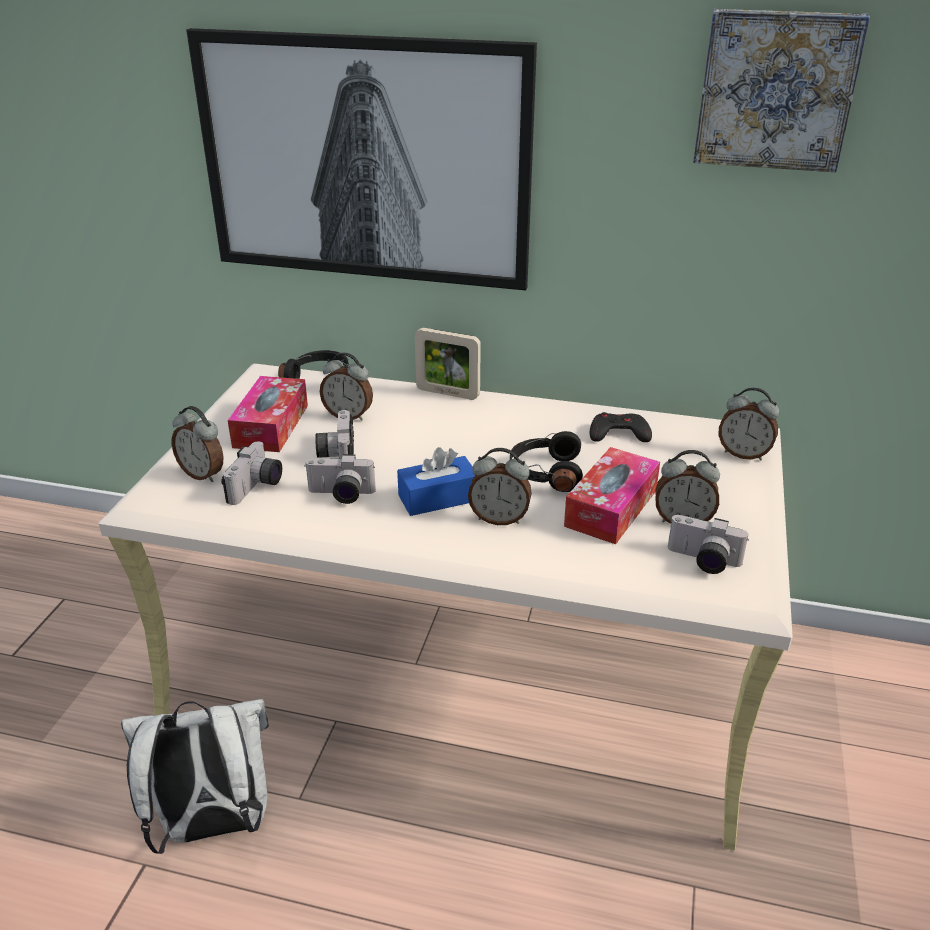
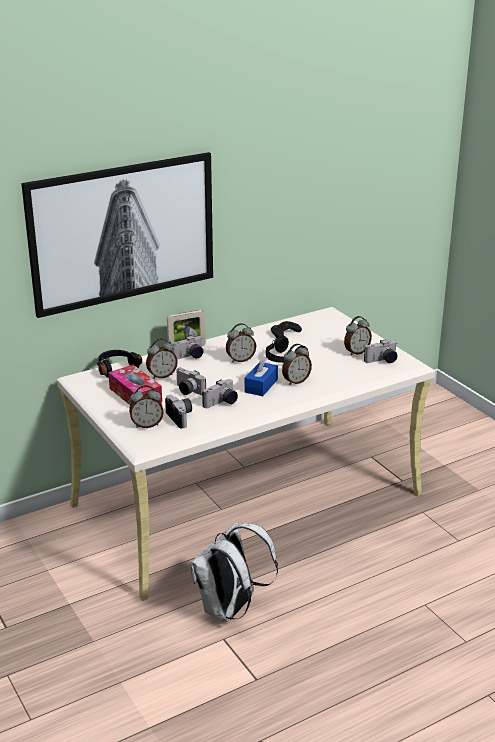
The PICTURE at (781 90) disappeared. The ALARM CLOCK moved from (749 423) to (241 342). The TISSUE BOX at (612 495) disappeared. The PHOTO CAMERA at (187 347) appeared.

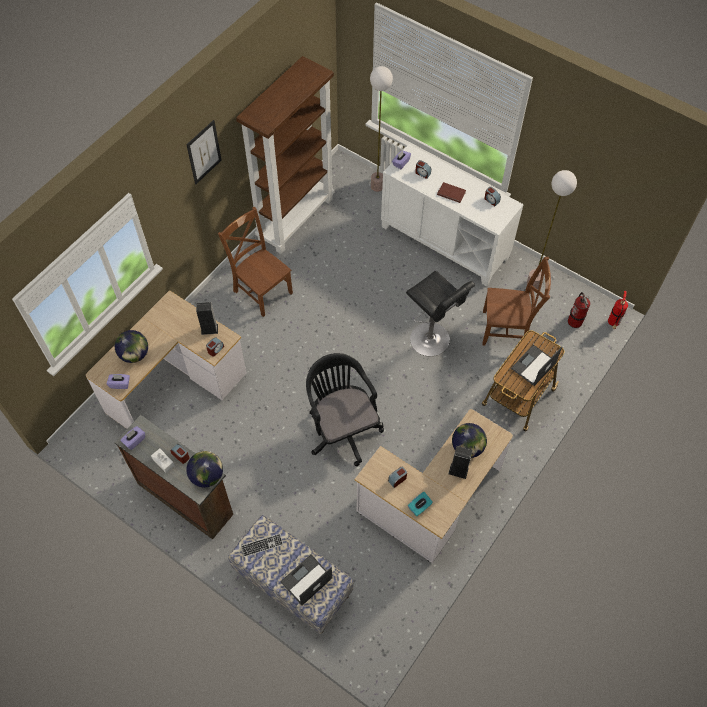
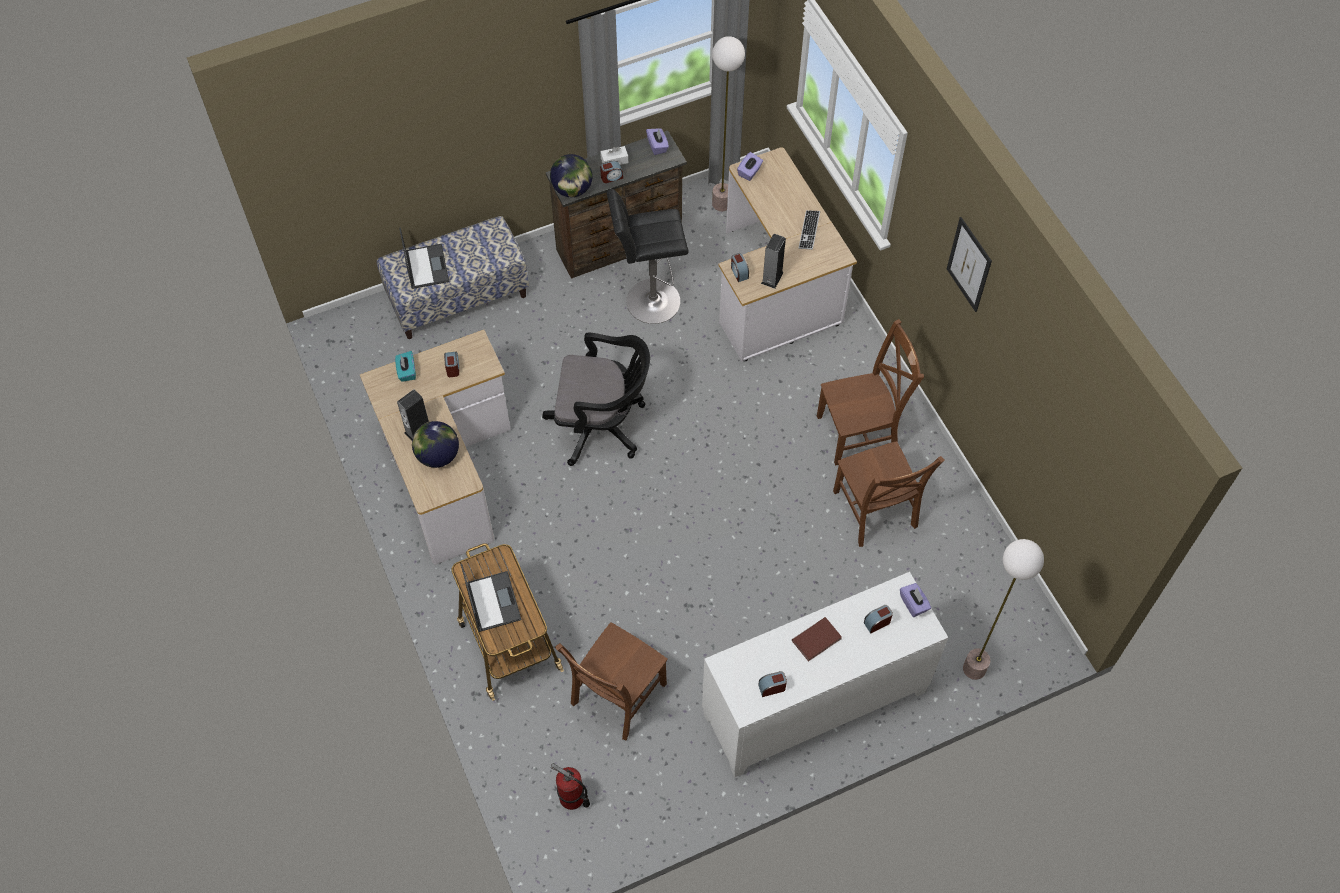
The BROWN BOOKCASE at (285 155) disappeared. The FLOOR LAMP moved from (552 229) to (728 123). The BLACK STOOL moved from (440 313) to (647 256). The FIRE EXTINGUISHER at (618 310) disappeared. The GLOBE at (131 346) disappeared. The KEYBOARD moved from (262 545) to (809 230). The BROWN CHAIR at (889 494) appeared.

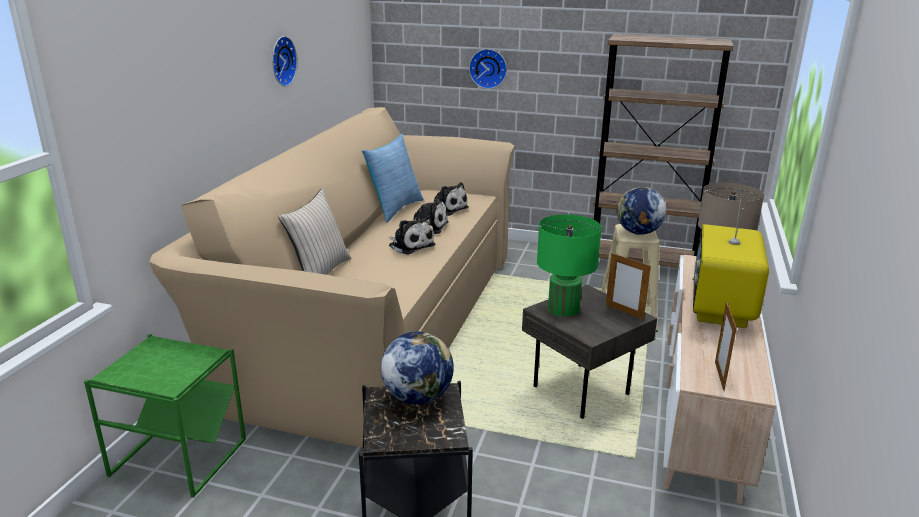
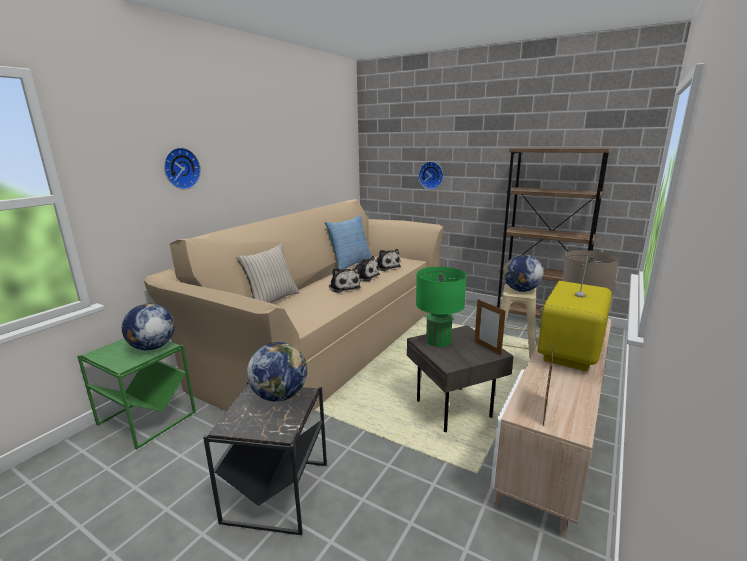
The WALL CLOCK moved from (284 61) to (182 168). The GLOBE at (148 327) appeared.

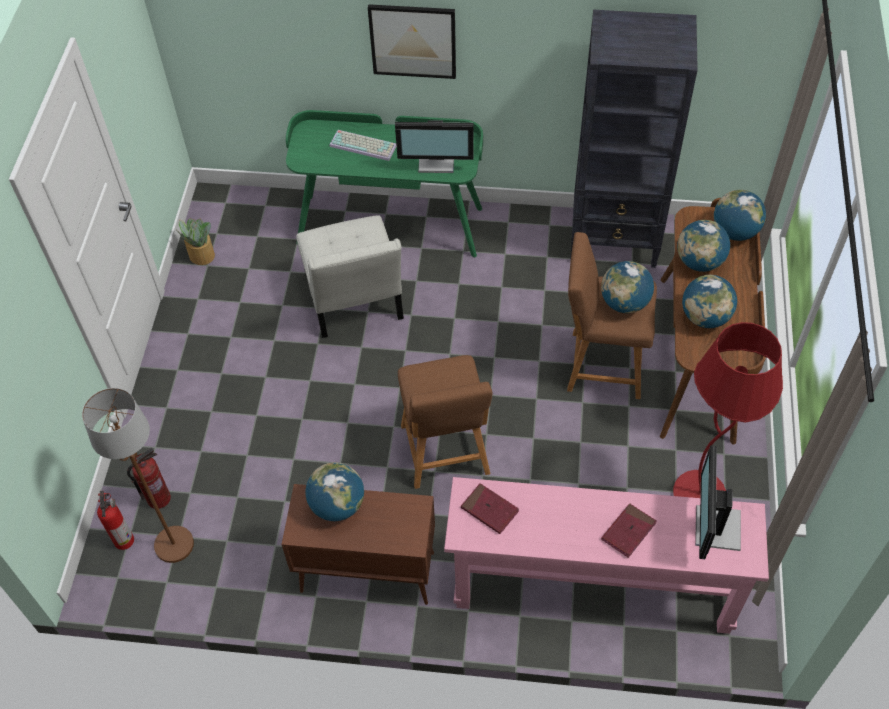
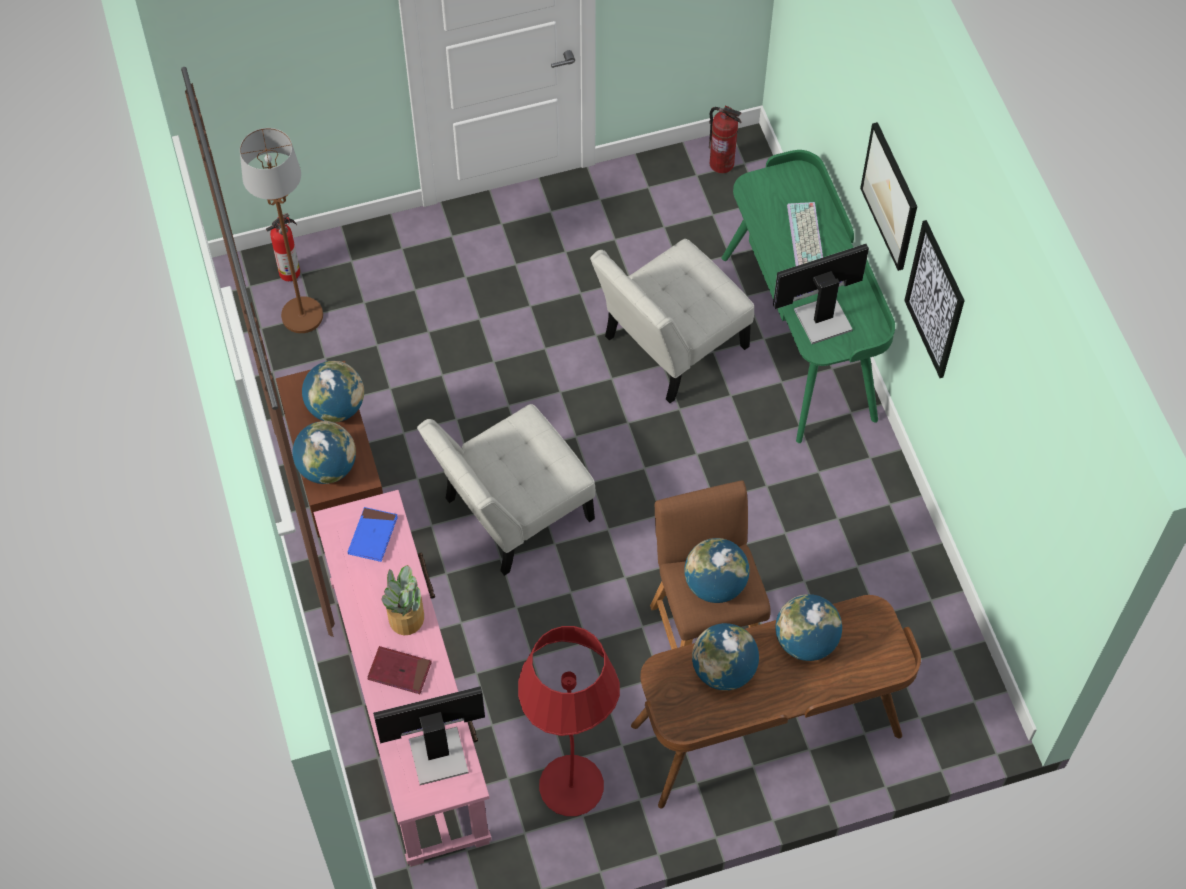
The BLACK BOOKCASE at (634 139) disappeared. The MONITOR at (434 146) turned 90 degrees clockwise. The GLOBE moved from (740 215) to (324 452). The POTTED PLANT moved from (195 241) to (402 600). The BROWN STOOL at (445 422) was replaced by the WHITE CHAIR at (506 490). The FIRE EXTINGUISHER moved from (149 478) to (725 139). The RED BOOK at (490 508) became the BLUE BOOK at (373 534). The PICTURE at (934 299) appeared.

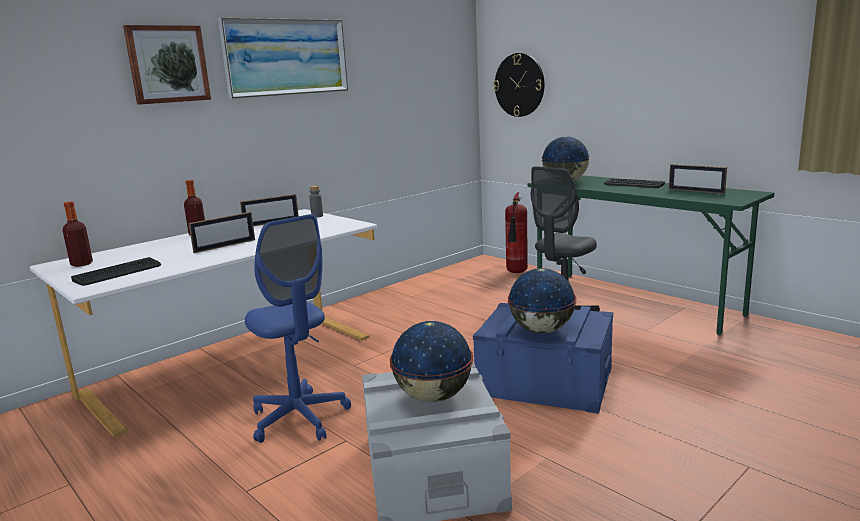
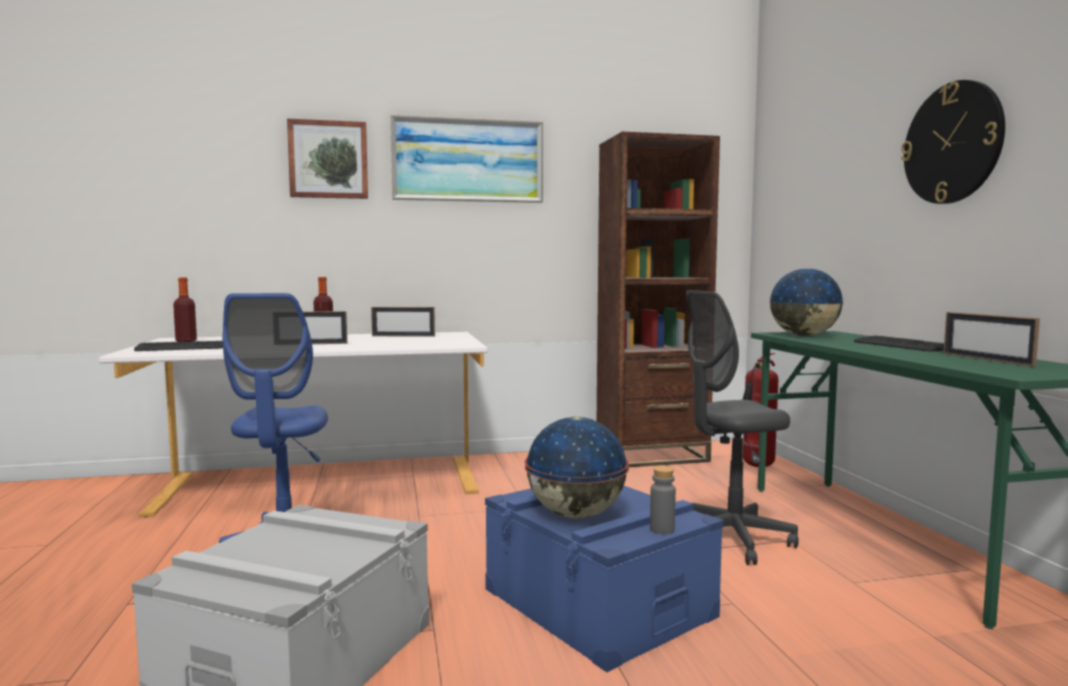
The WALL CLOCK moved from (519 85) to (953 142). The GREY BOTTLE moved from (316 201) to (663 500). The GLOBE at (431 361) disappeared. The BROWN BOOKCASE at (658 299) appeared.

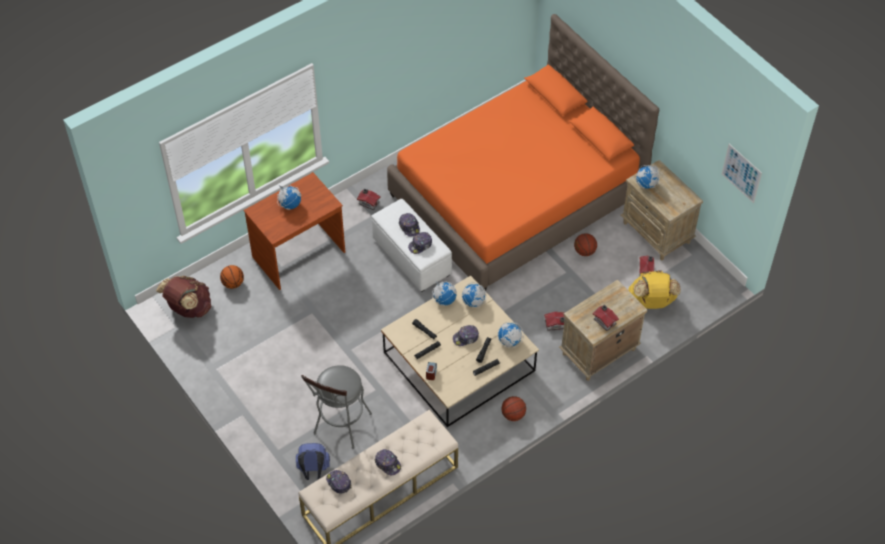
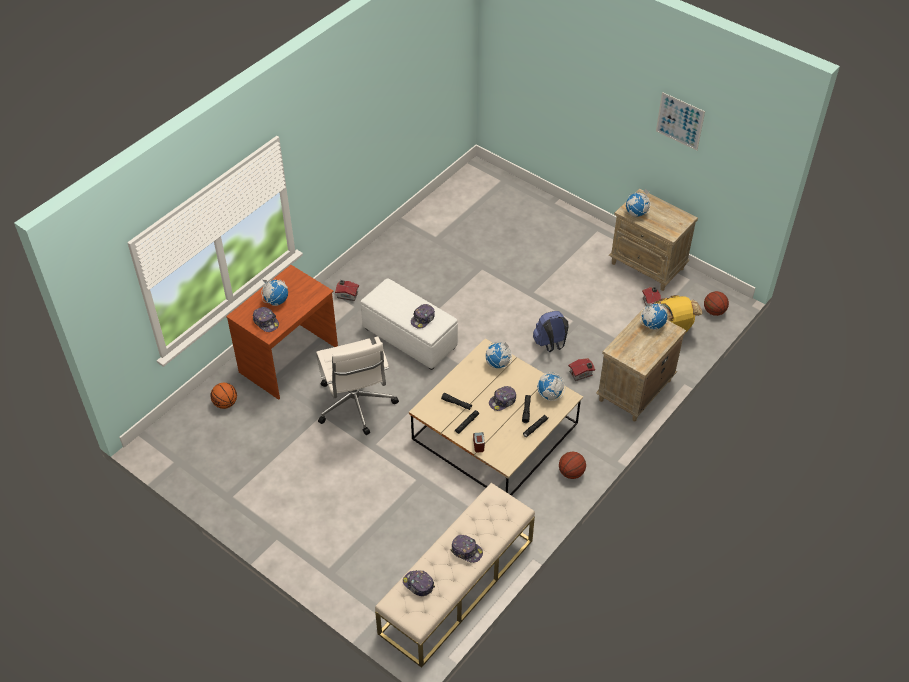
The ORANGE BED at (523 152) disappeared. The PICTURE moved from (742 173) to (680 121). The CAP moved from (409 225) to (266 319). The BASKETBALL moved from (585 244) to (716 303). The BROWN BACKPACK at (183 297) disappeared. The GLOBE moved from (444 293) to (654 316). The TOY HOUSE at (606 318) disappeared. The GREY STOOL at (336 407) disappeared. The BLUE BACKPACK moved from (313 461) to (551 331). The WHITE OFFICE CHAIR at (357 386) appeared.

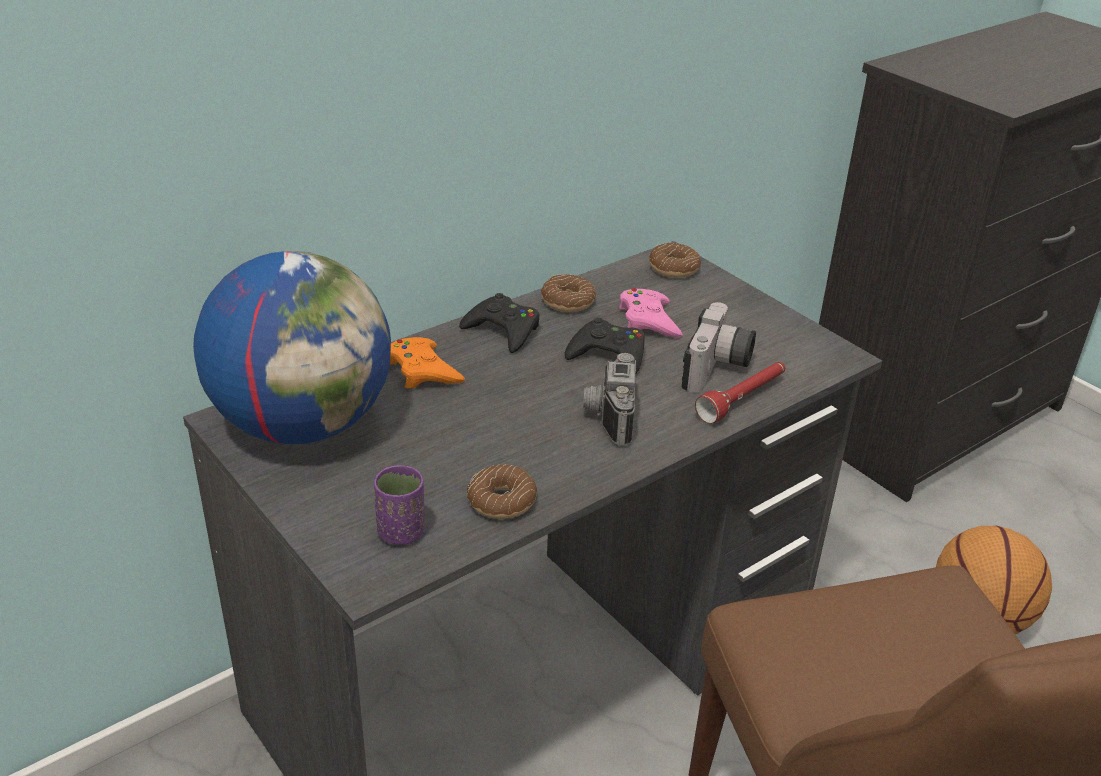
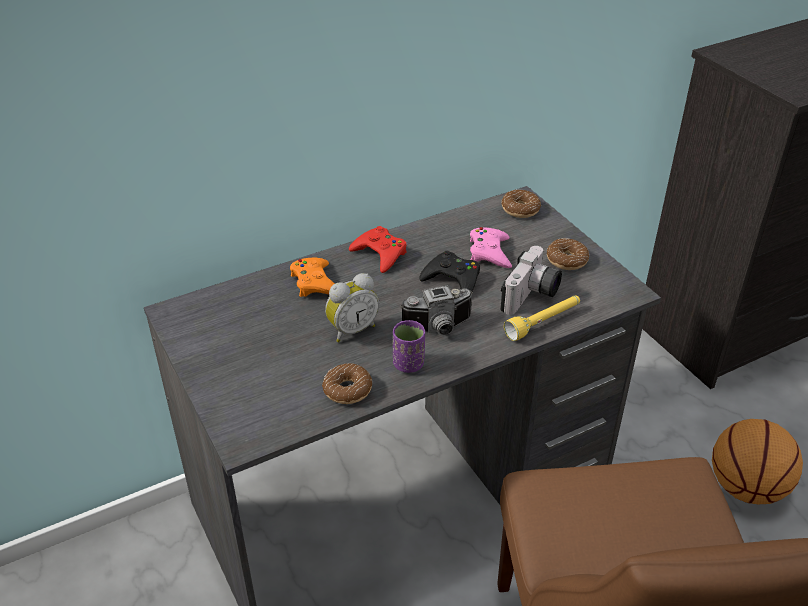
The GLOBE at (292 347) disappeared. The DONUT moved from (568 293) to (568 254). The BLACK GAME CONTROLLER at (499 323) became the RED GAME CONTROLLER at (378 249). The PHOTO CAMERA at (609 399) turned 120 degrees counterclockwise. The RED FLASHLIGHT at (740 393) became the YELLOW FLASHLIGHT at (542 318). The PURPLE CUP moved from (399 505) to (409 346). The ALARM CLOCK at (352 307) appeared.

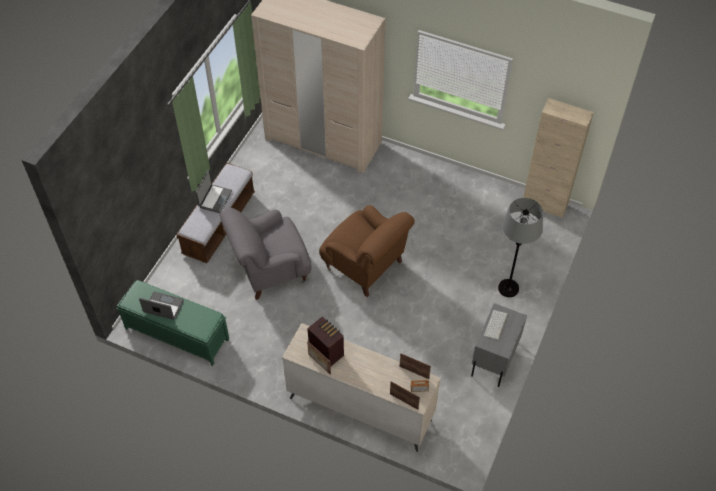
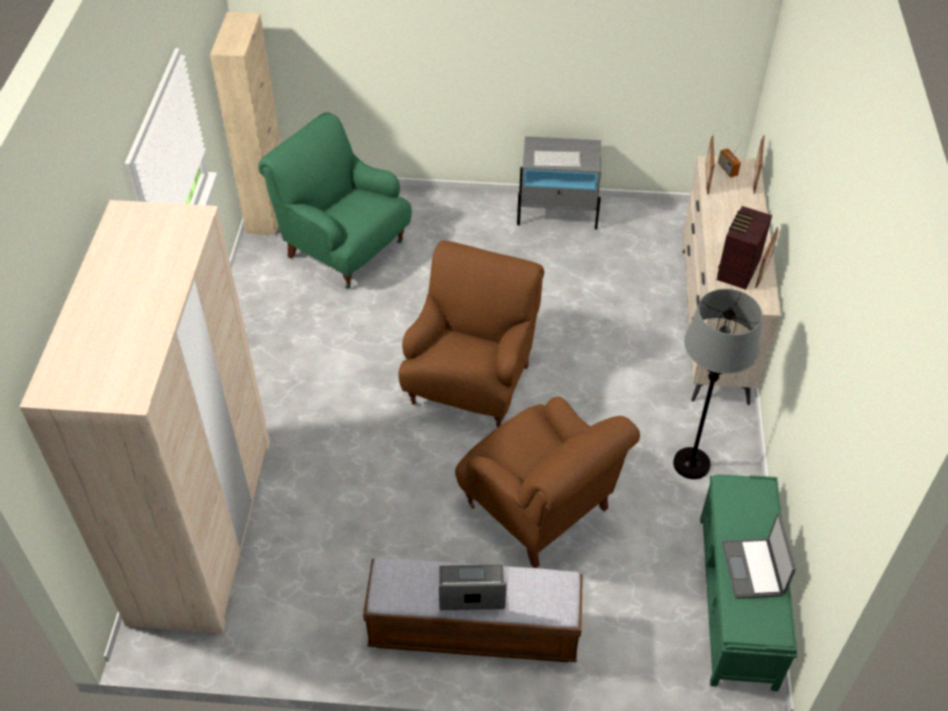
The GREY FLOOR LAMP moved from (520 247) to (717 384). The GREY ARMCHAIR at (266 254) became the BROWN ARMCHAIR at (547 482). The GREEN ARMCHAIR at (335 200) appeared.

